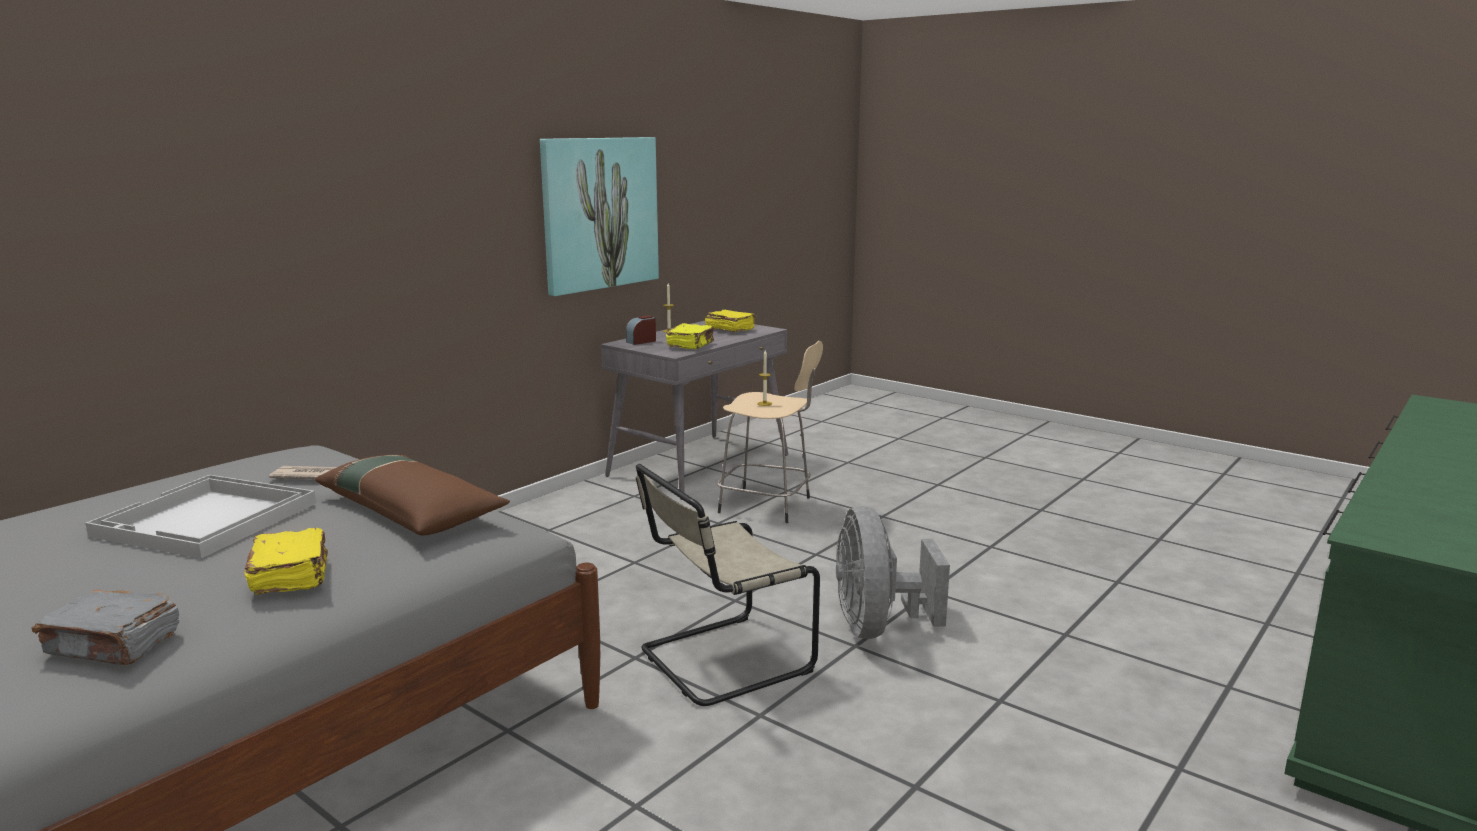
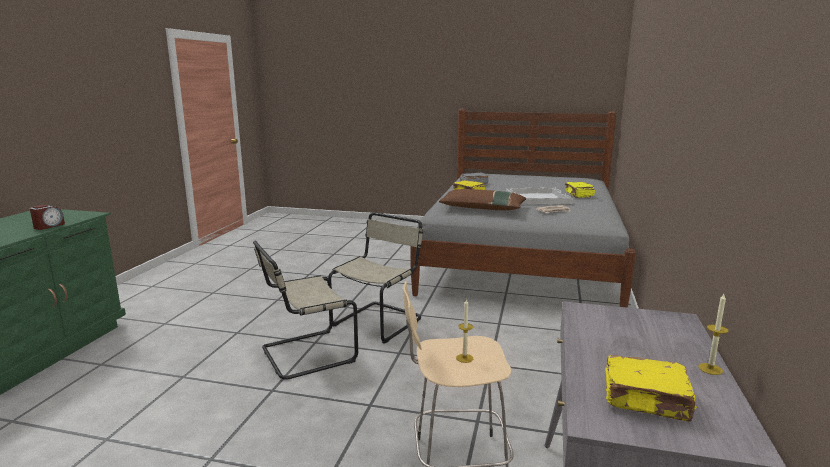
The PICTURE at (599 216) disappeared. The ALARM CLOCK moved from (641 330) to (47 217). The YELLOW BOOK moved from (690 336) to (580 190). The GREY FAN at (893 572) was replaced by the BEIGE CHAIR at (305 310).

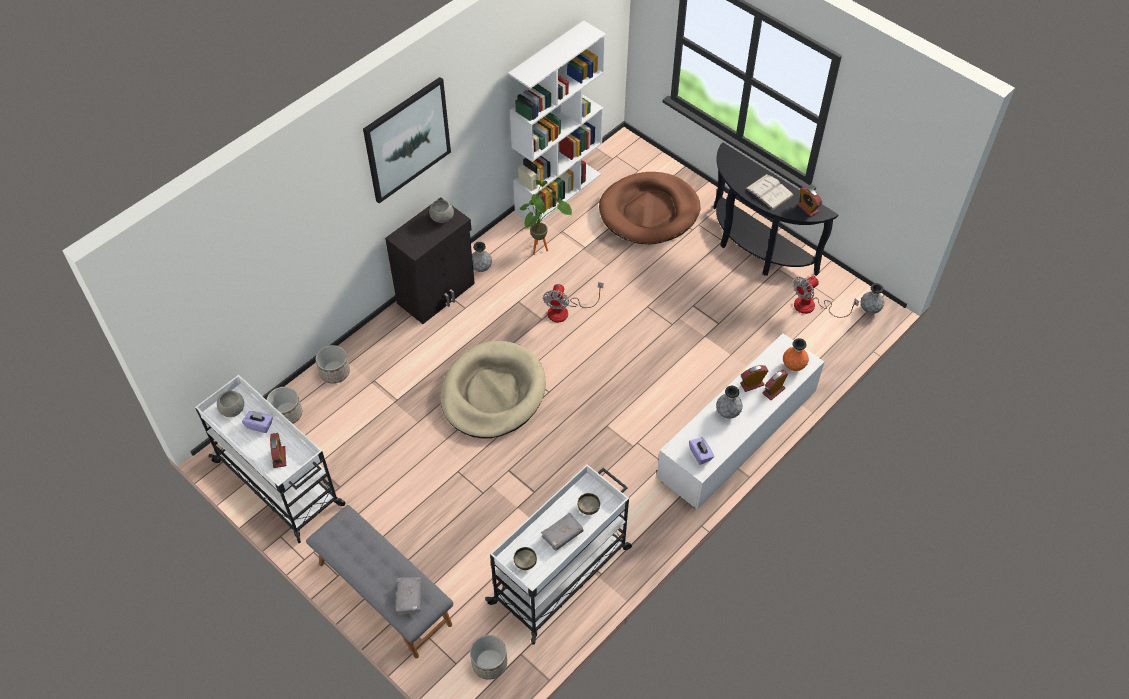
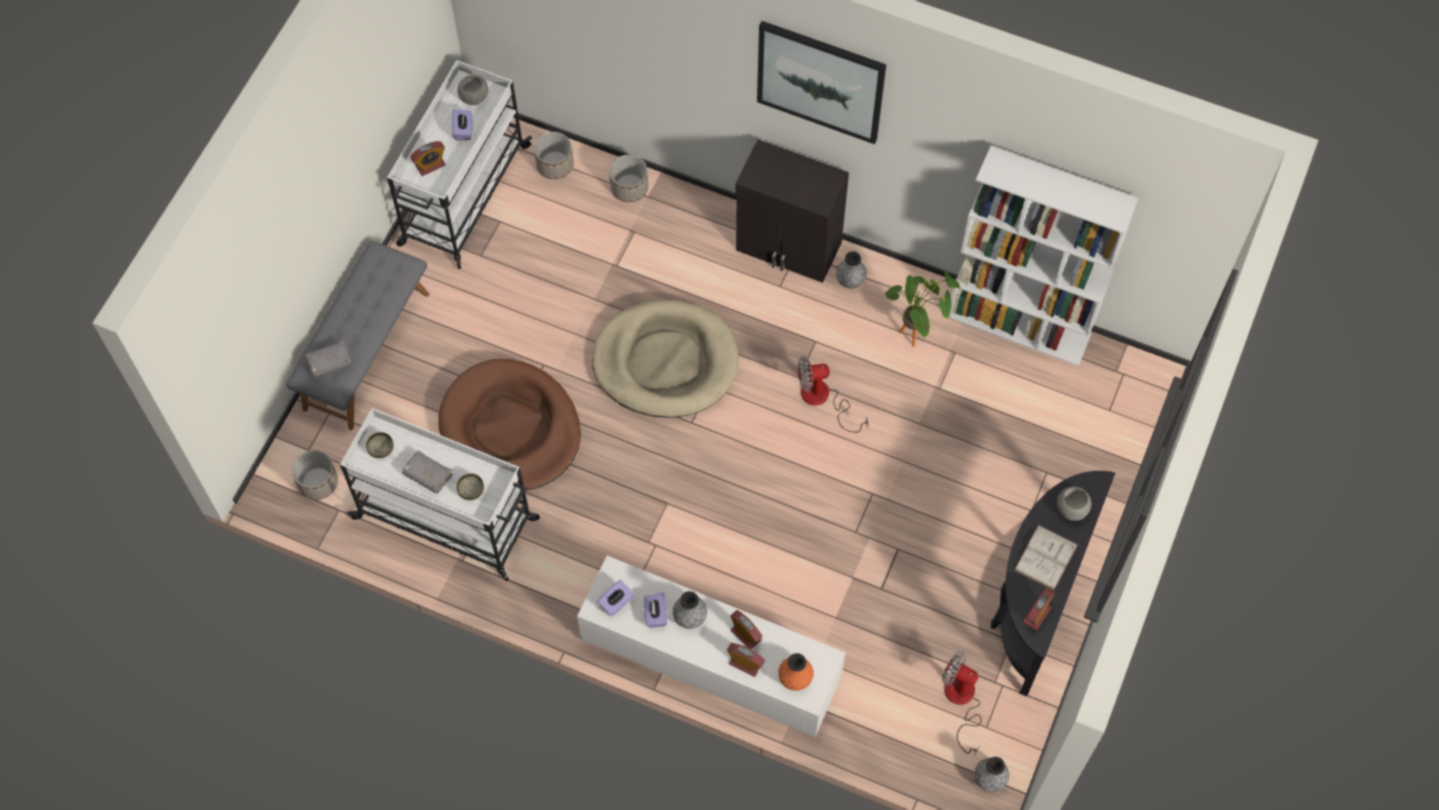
The BROWN DOG BED moved from (649 208) to (510 425). The GREY BOWL moved from (441 211) to (1074 503). The PURPLE TISSUE BOX at (655 610) appeared.

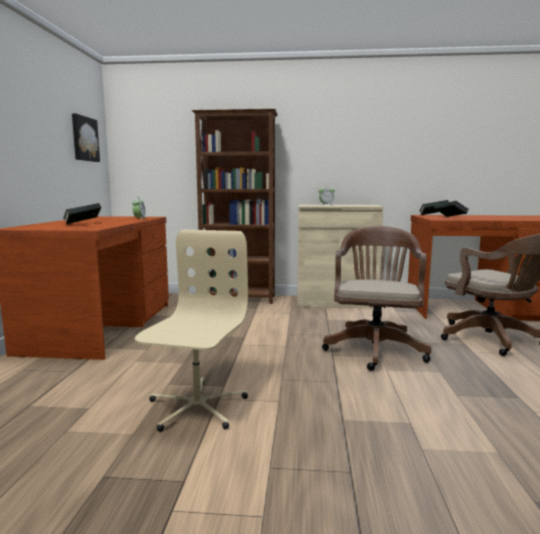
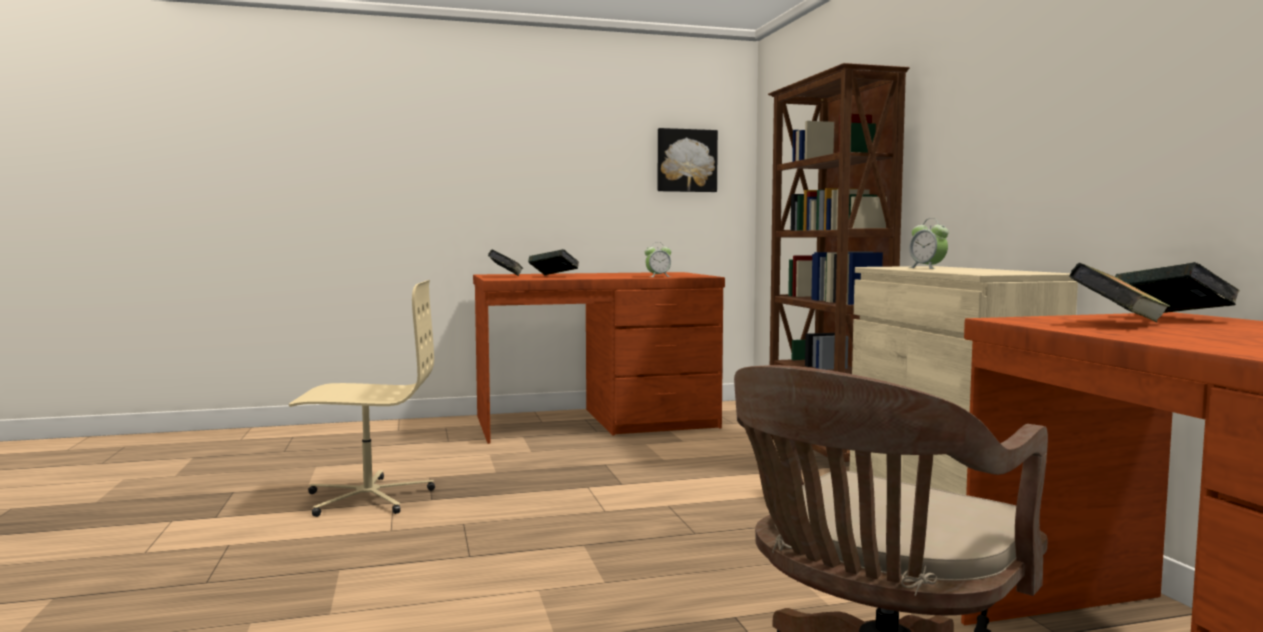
The BROWN OFFICE CHAIR at (376 298) disappeared. The BOOK at (505 263) appeared.

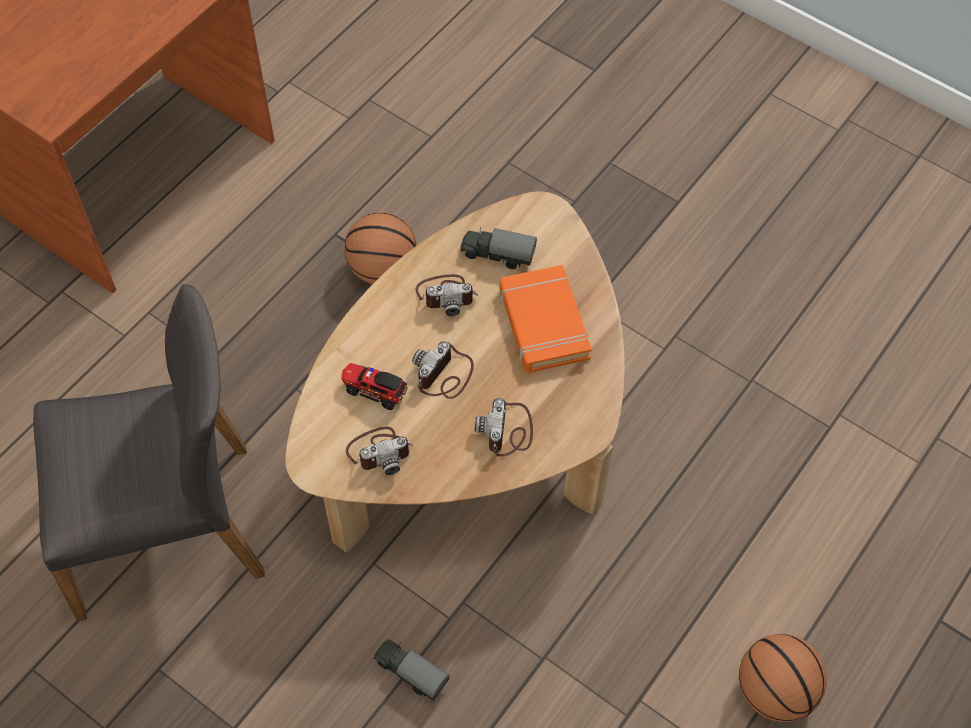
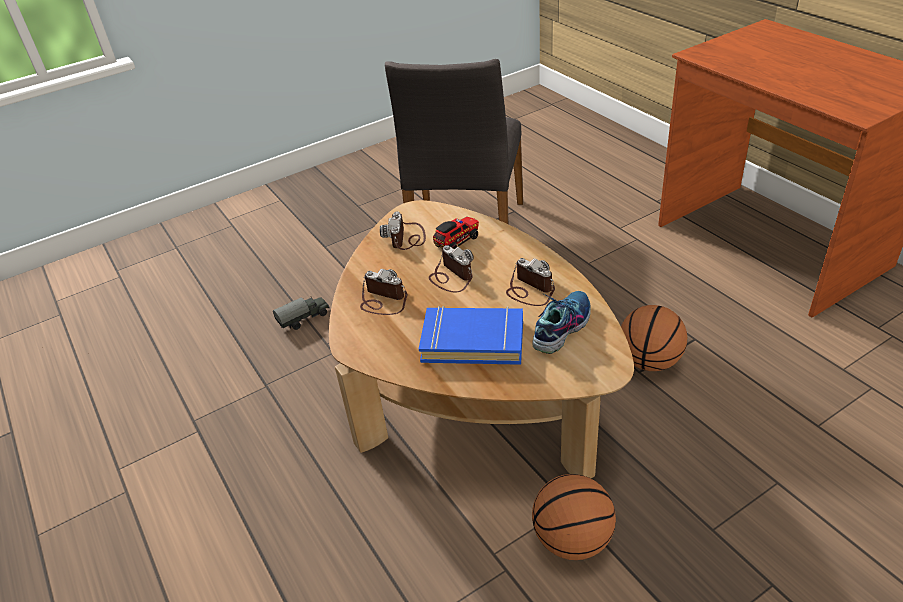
The TOY TRUCK at (498 248) was replaced by the SHOE at (561 322). The ORANGE BOOK at (546 319) became the BLUE BOOK at (471 335). The PHOTO CAMERA at (446 295) turned 120 degrees clockwise. The BASKETBALL moved from (783 678) to (574 517).

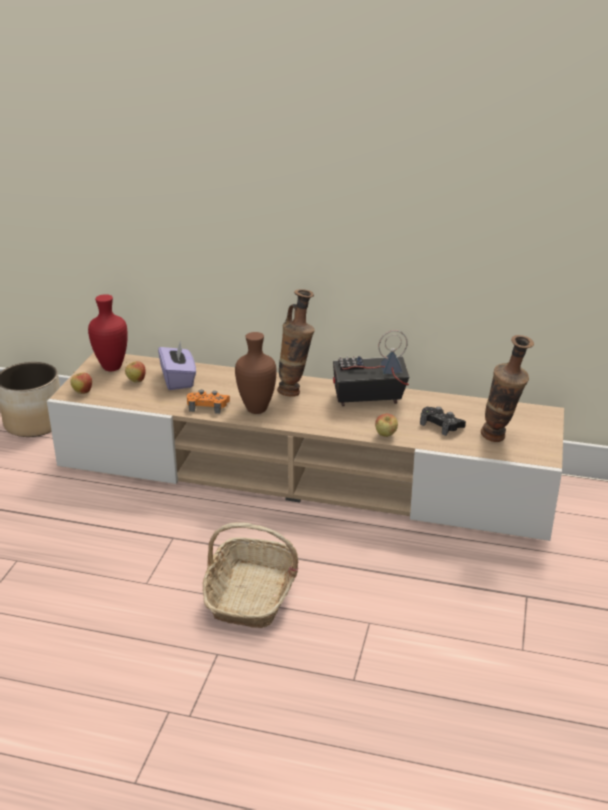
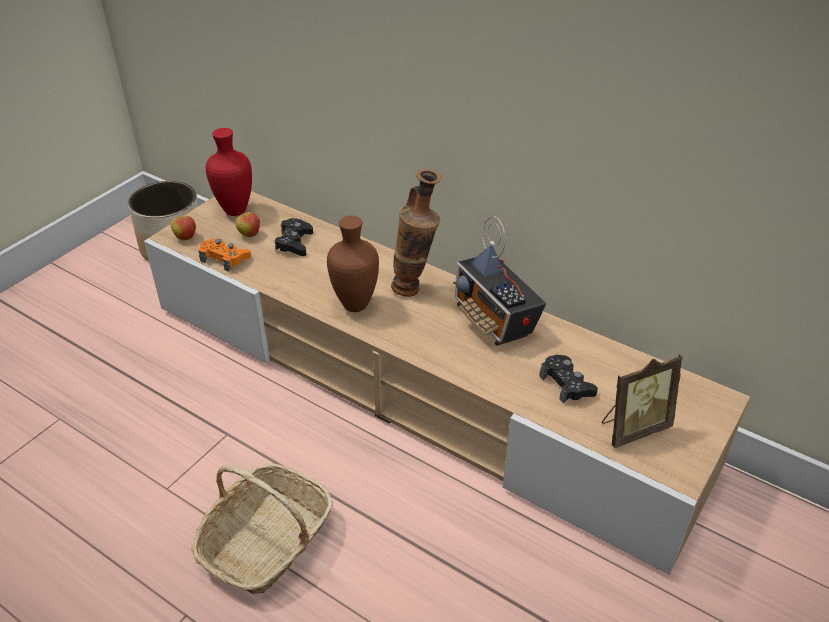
The RADIO at (371 368) turned 135 degrees counterclockwise. The VASE at (507 388) was replaced by the PICTURE FRAME at (642 401). The PURPLE TISSUE BOX at (177 365) was replaced by the BLACK GAME CONTROLLER at (294 237). The ORANGE GAME CONTROLLER moved from (208 402) to (224 255). The APPLE at (386 425) disappeared.

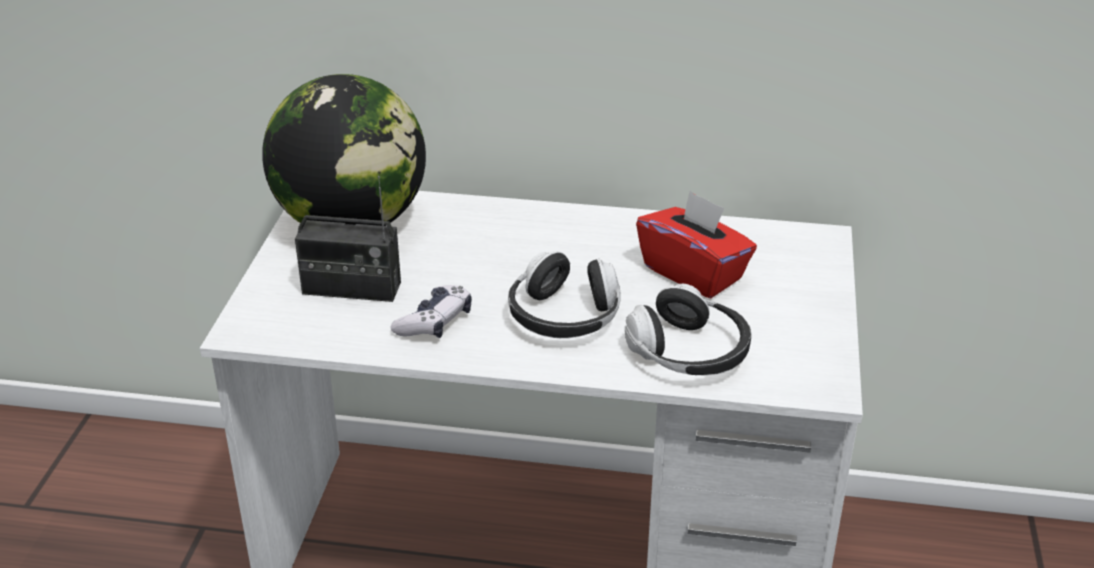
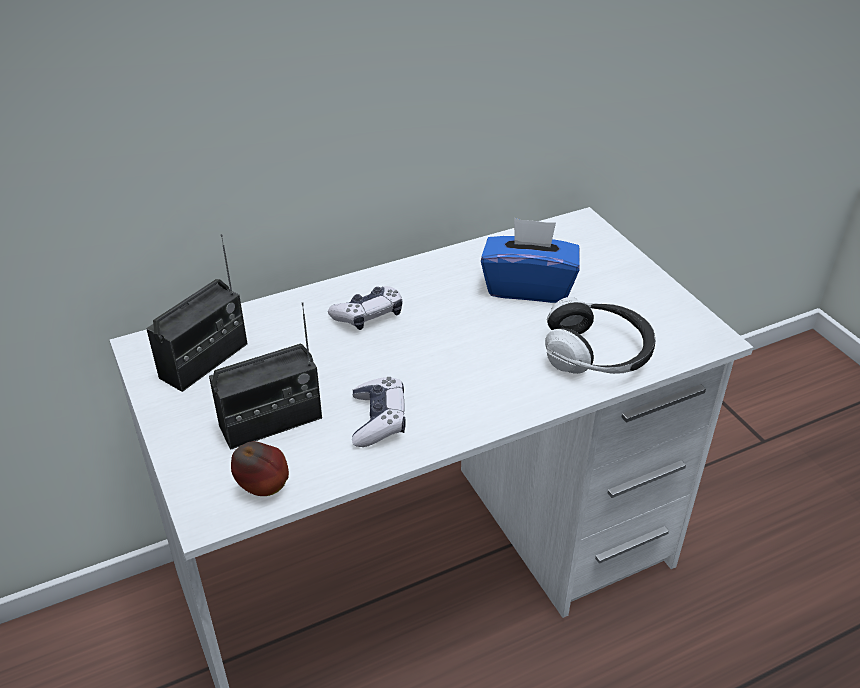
The GLOBE at (344 150) was replaced by the RADIO at (196 313). The RED TISSUE BOX at (696 244) became the BLUE TISSUE BOX at (530 260). The HEADPHONES at (564 294) disappeared. The GAME CONTROLLER at (365 308) appeared. The APPLE at (260 468) appeared.

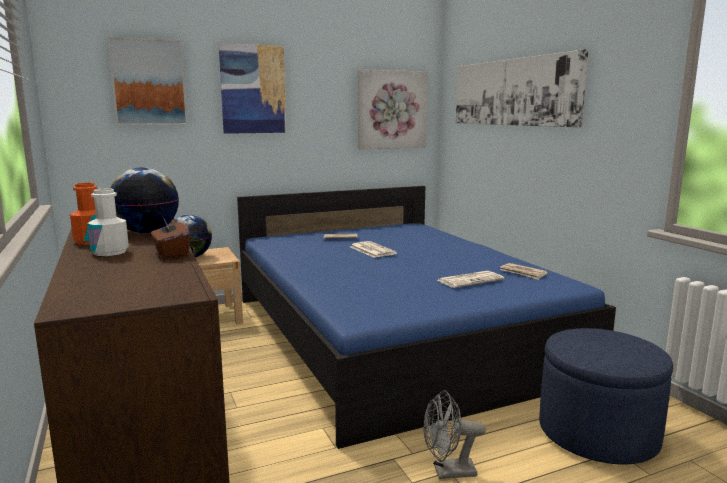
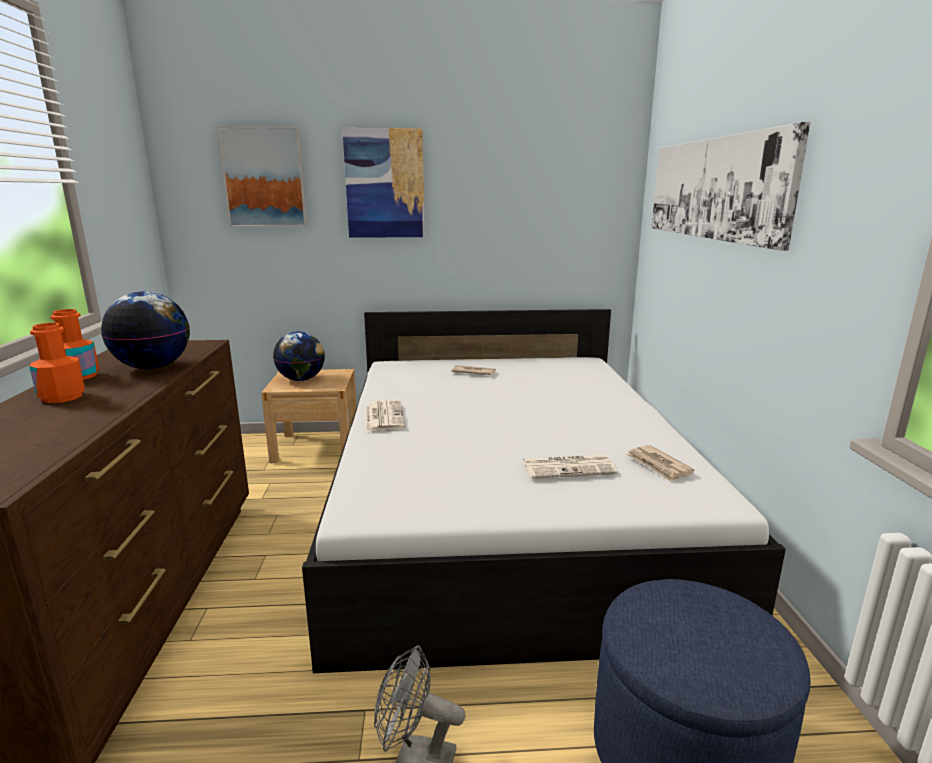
The PICTURE at (393 109) disappeared. The BLUE BED at (426 317) became the WHITE BED at (544 491). The WHITE BOTTLE at (108 222) became the ORANGE BOTTLE at (57 363). The BROWN TISSUE BOX at (170 239) disappeared. The NEWSPAPER moved from (374 249) to (385 416).

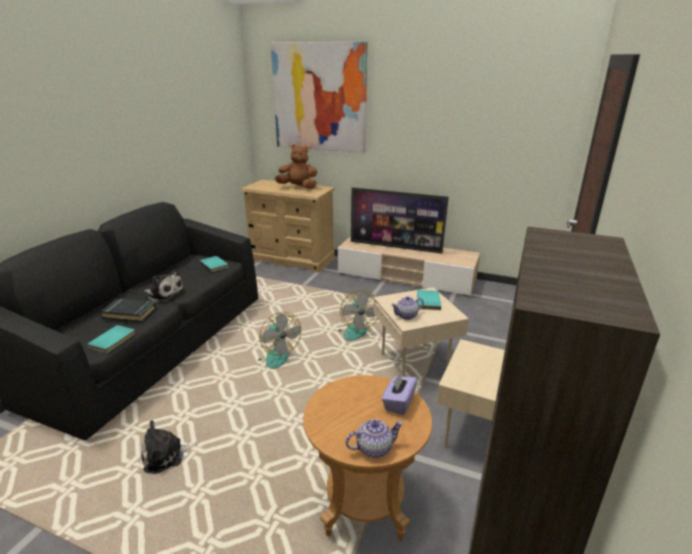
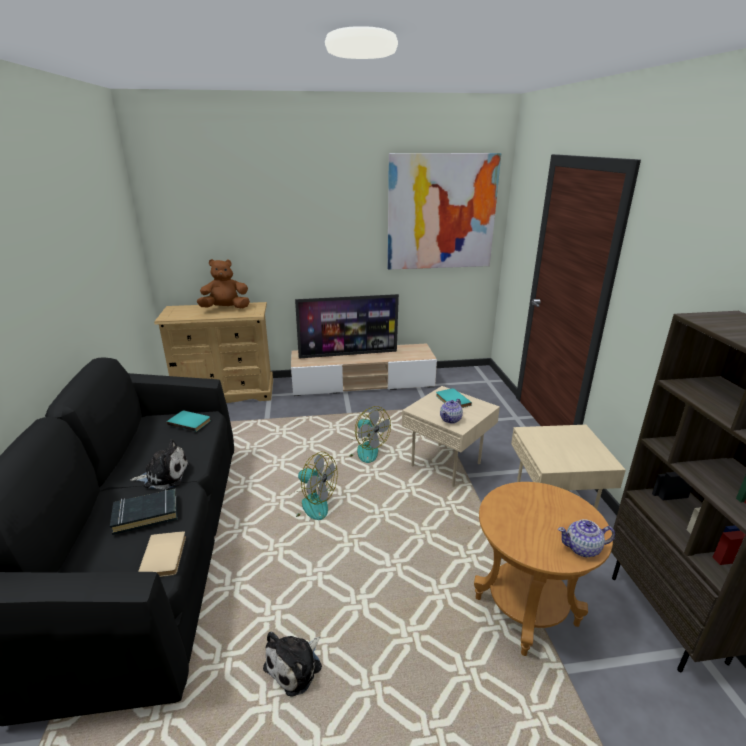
The PICTURE moved from (319 97) to (444 211). The TURQUOISE BOOK at (111 339) became the BEIGE BOOK at (162 554). The PURPLE TISSUE BOX at (400 394) disappeared. The TEAPOT at (375 438) turned 135 degrees counterclockwise.

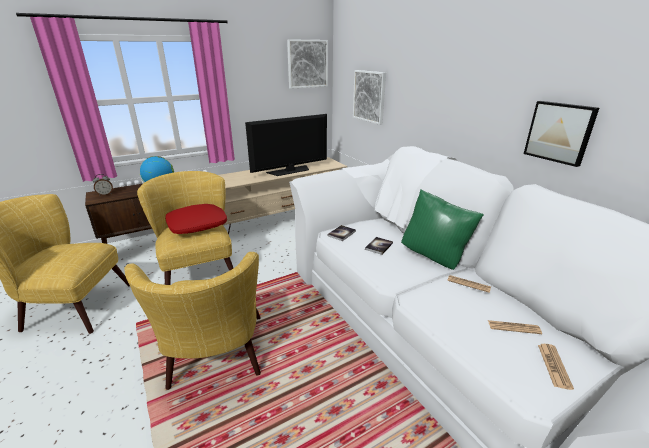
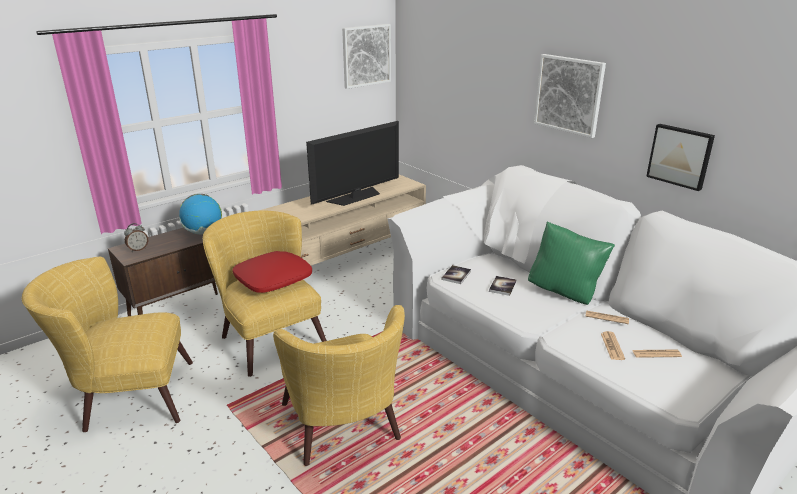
The PICTURE moved from (369 97) to (570 96). The NEWSPAPER moved from (556 367) to (613 345).

